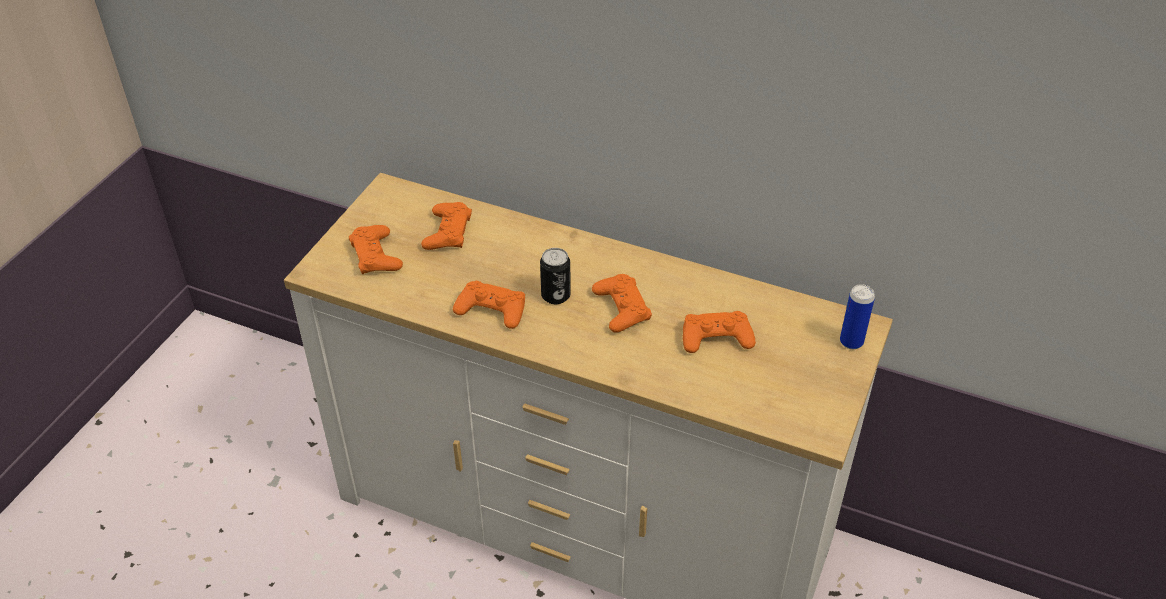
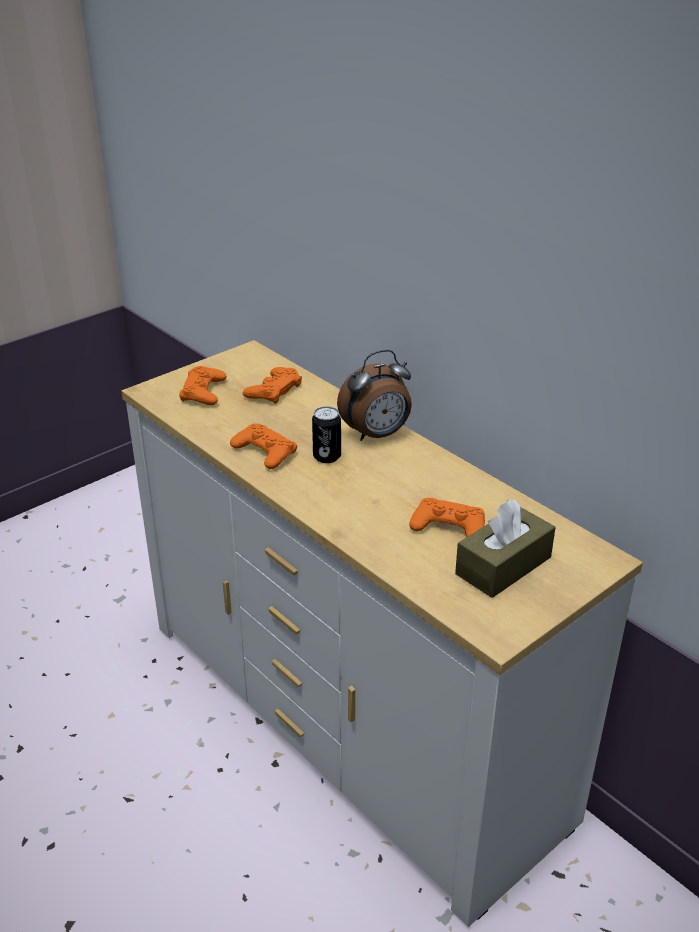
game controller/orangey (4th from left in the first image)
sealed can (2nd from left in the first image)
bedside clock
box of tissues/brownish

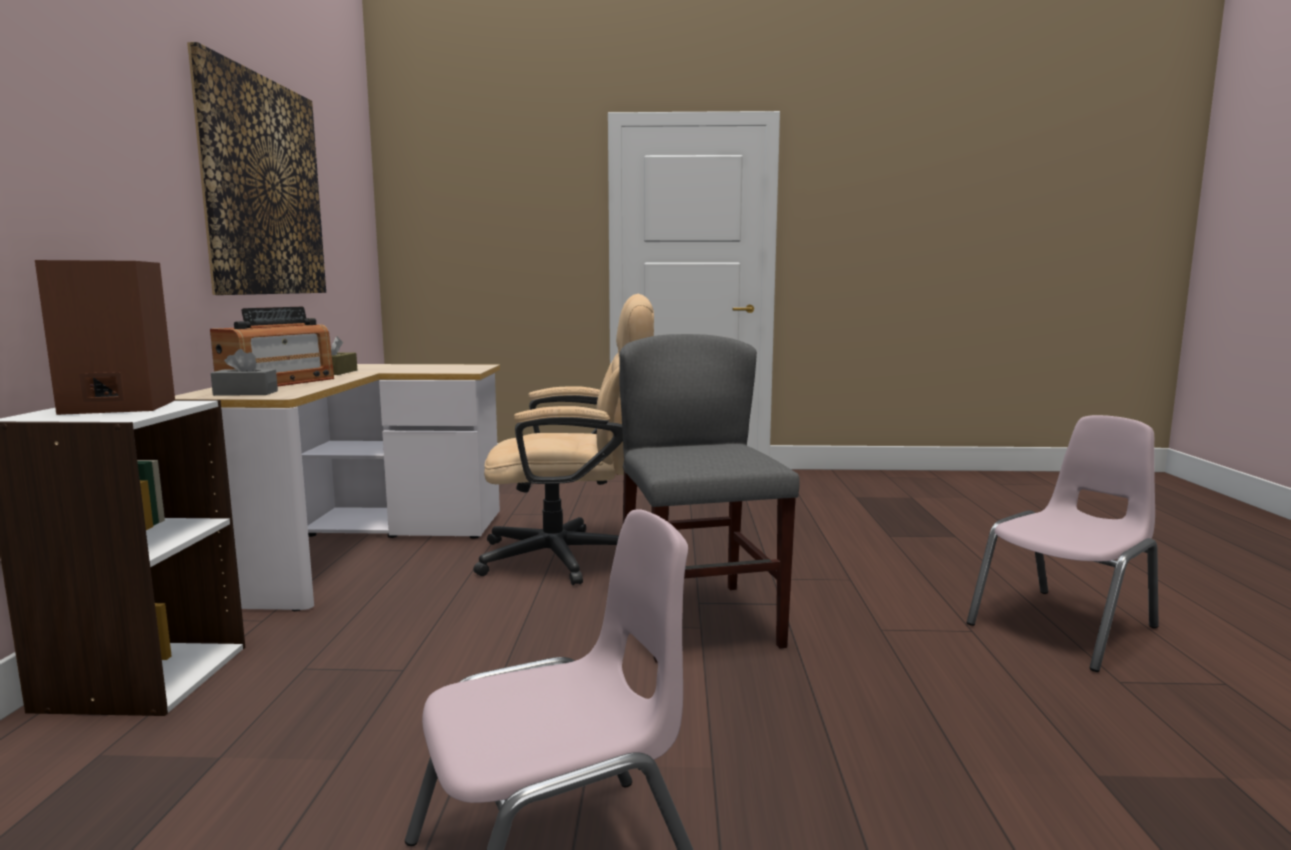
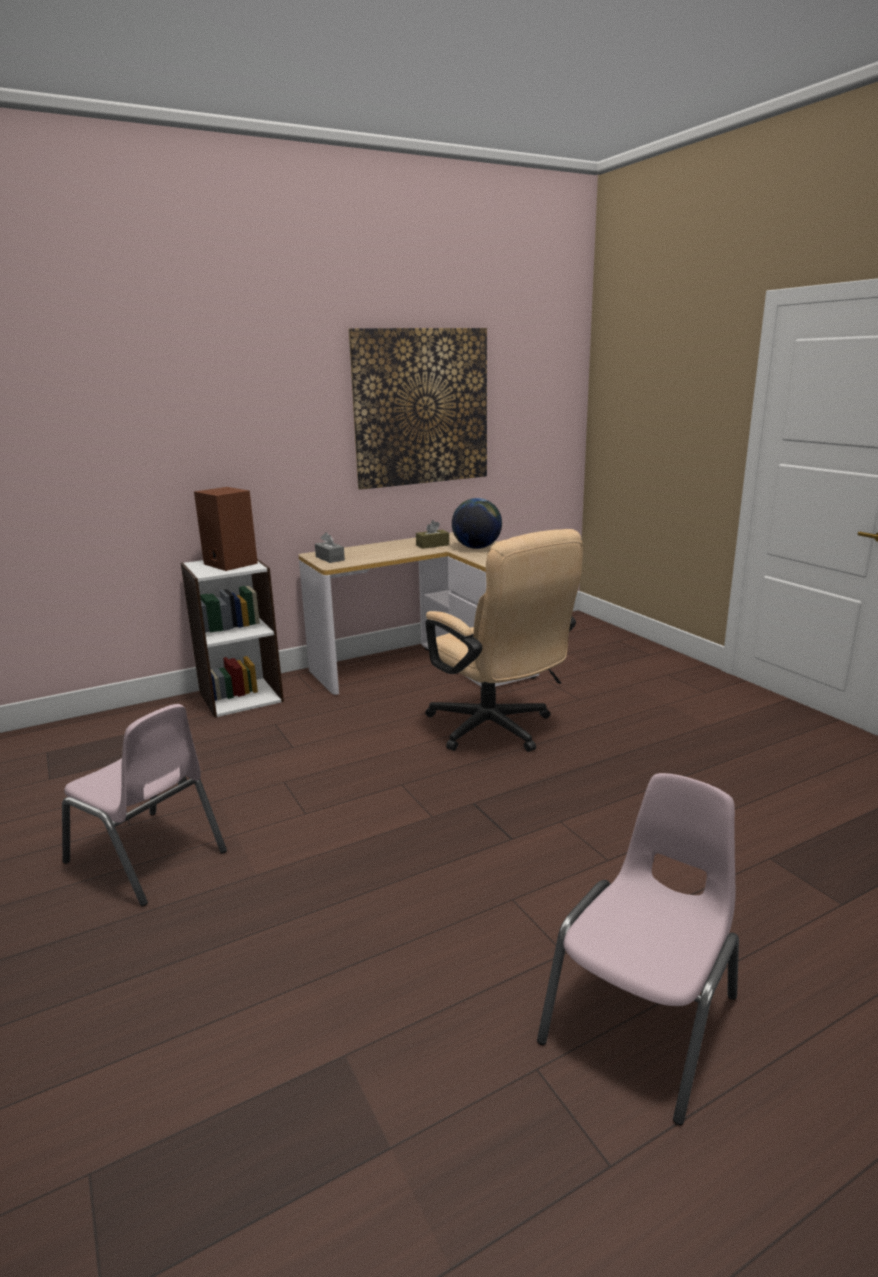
radio
chair/gray
world globe
chair/pinkish (2nd from left)

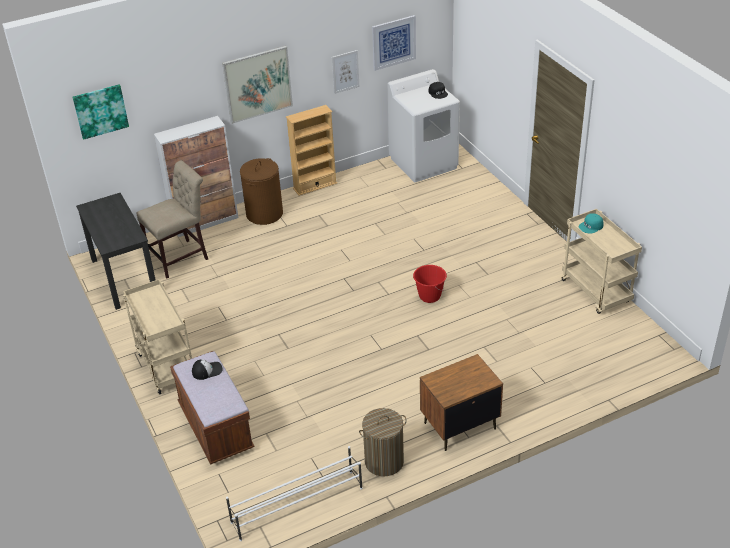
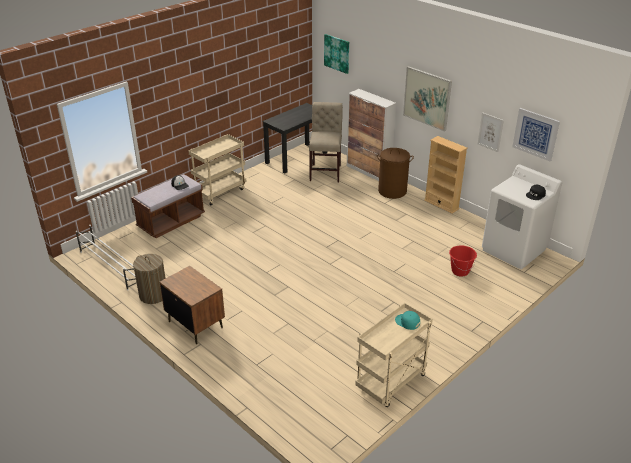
pail/red-coloured
chair/sand-coloured

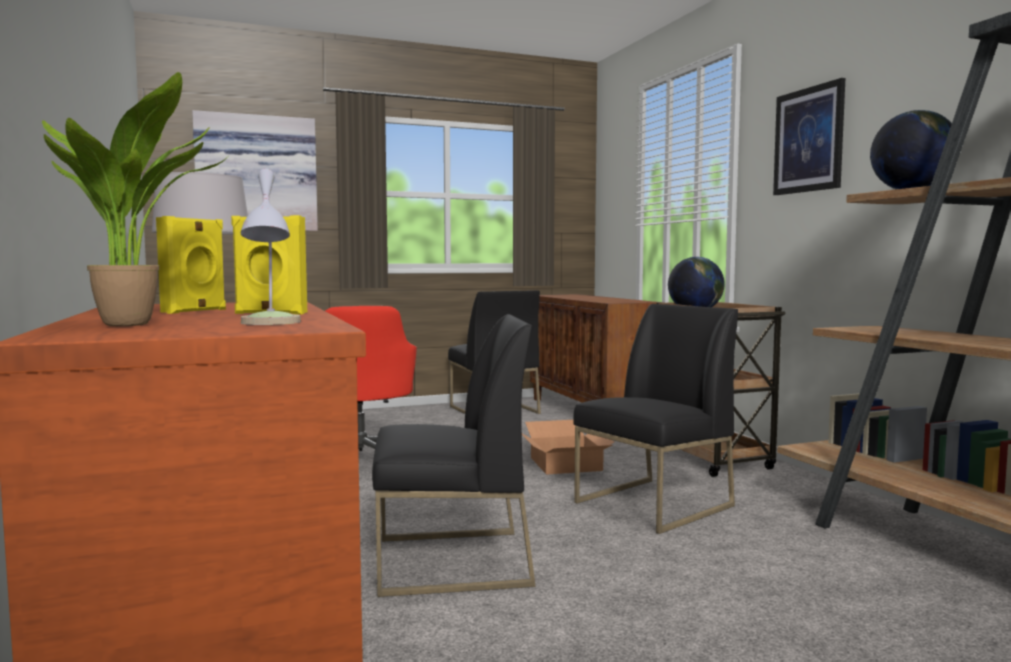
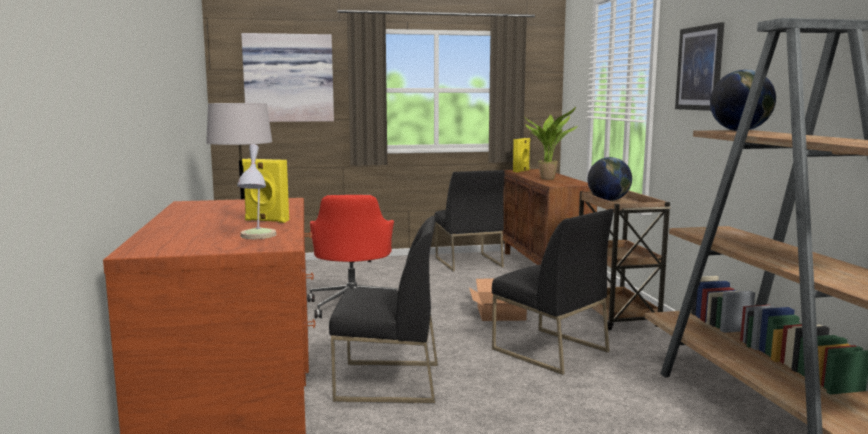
houseplant
audio speaker/yellowish (2nd from left)
chair/black (3rd from left)

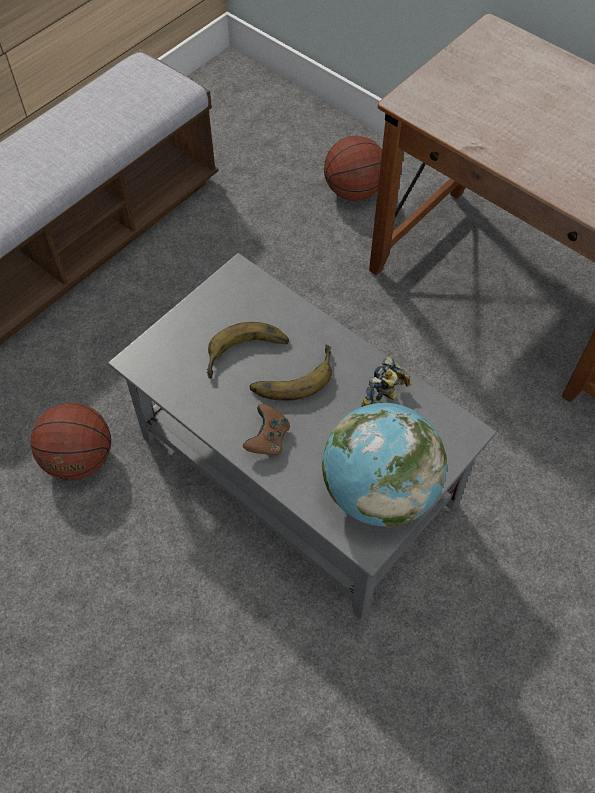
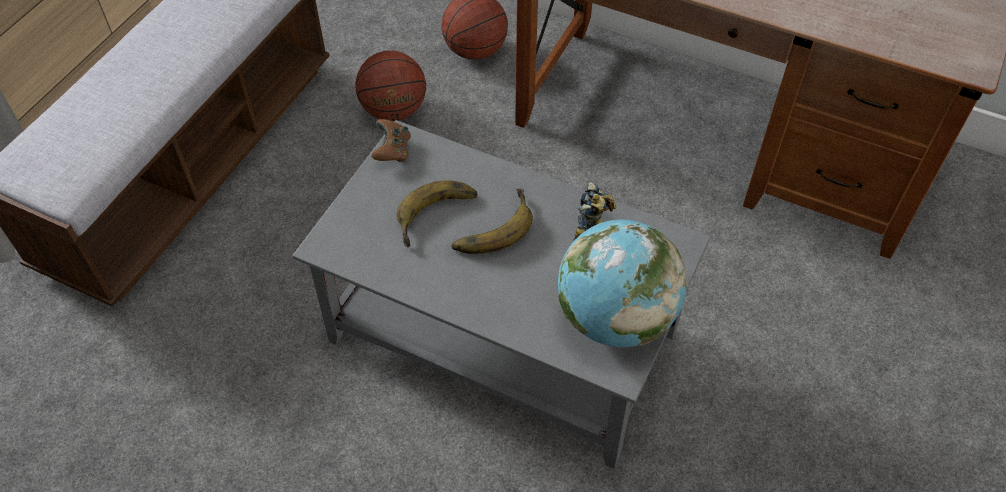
basketball ball (1st from left)
game controller/brownish

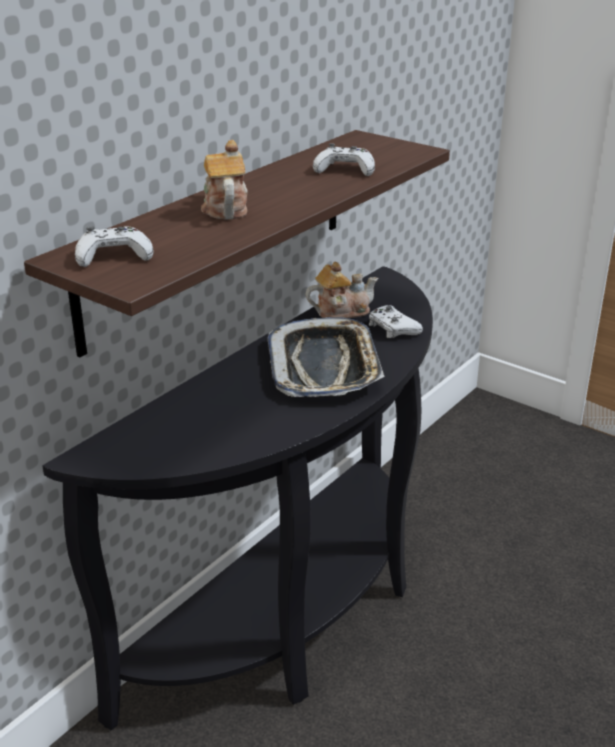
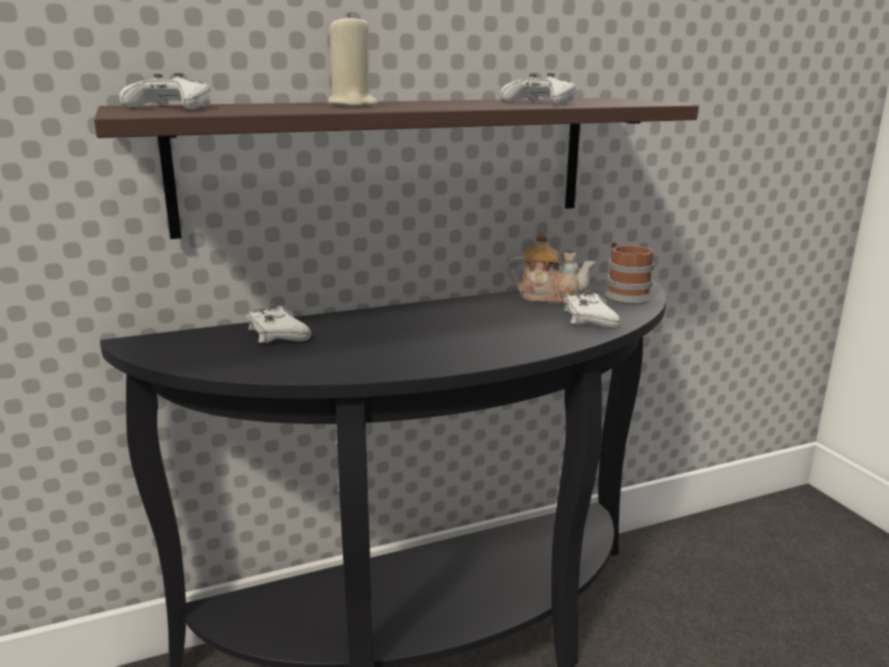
tray
game controller/whitish (2nd from left)
tea mug
wax light/sand-coloured

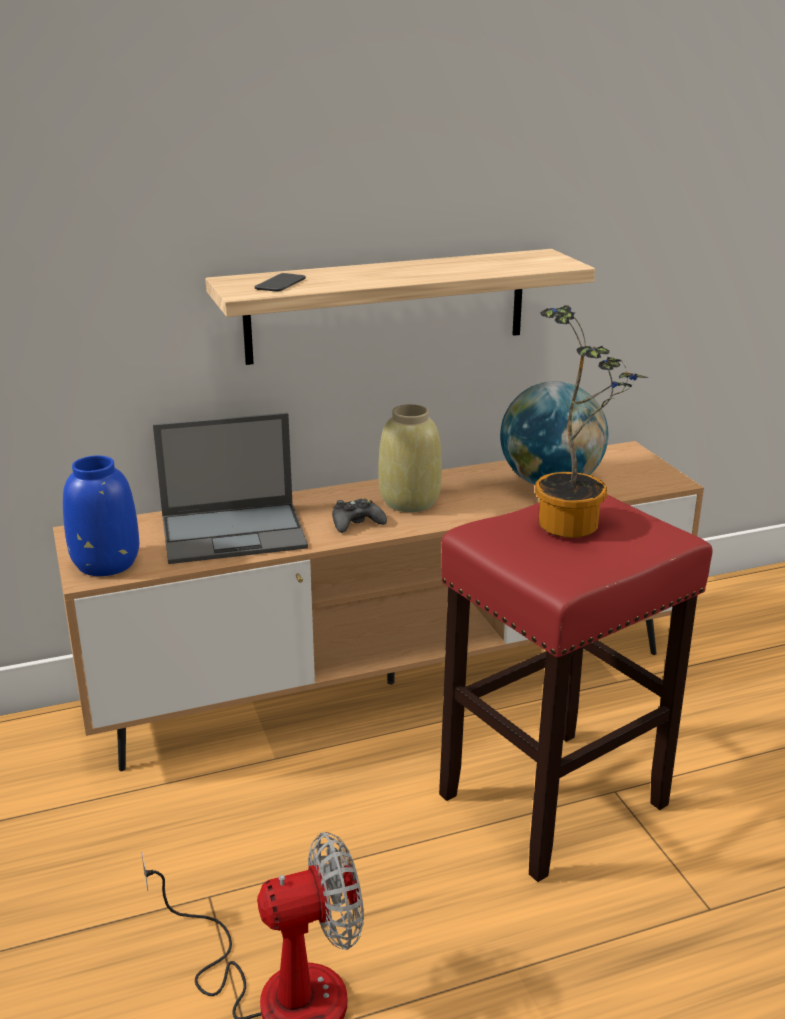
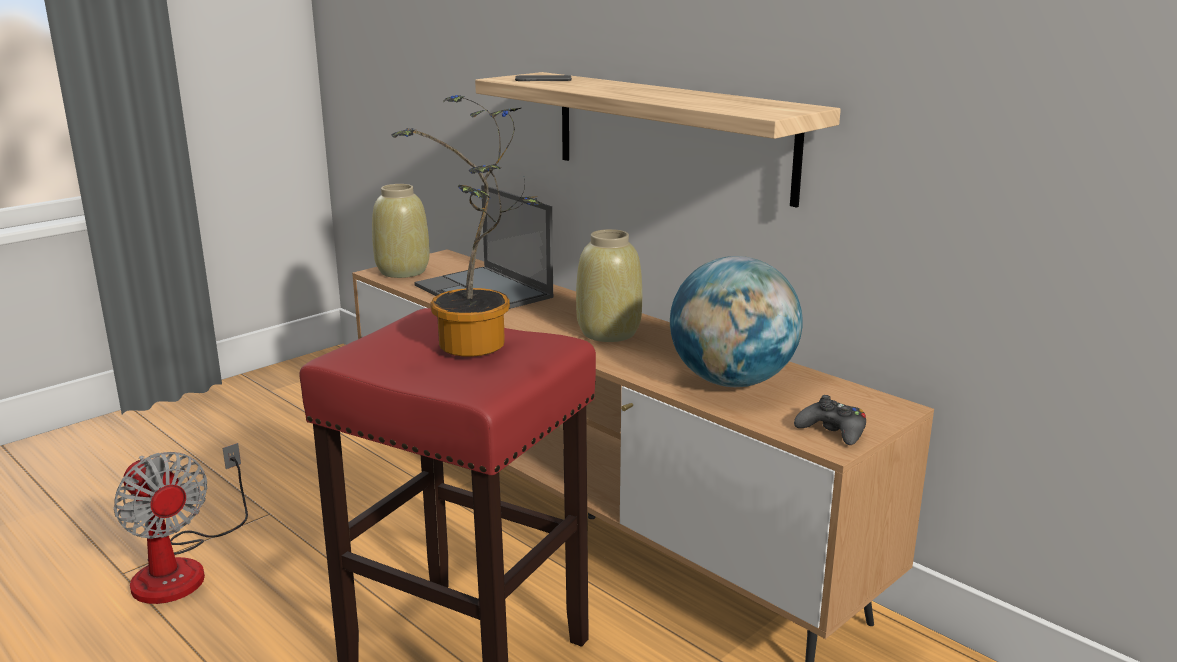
game controller/black
vase/sand-coloured (1st from left)

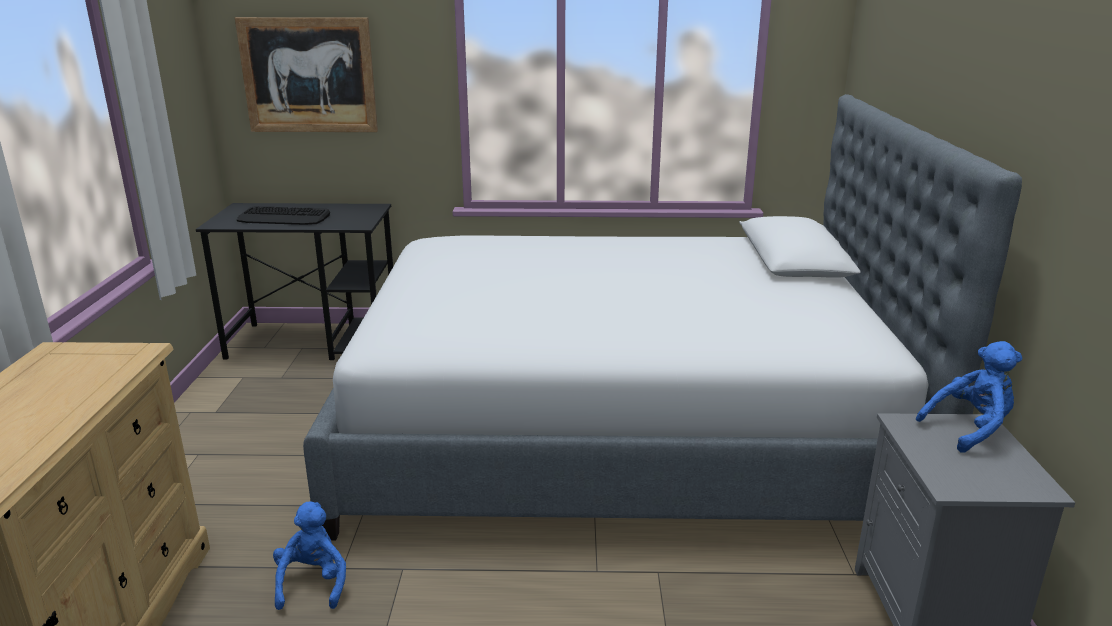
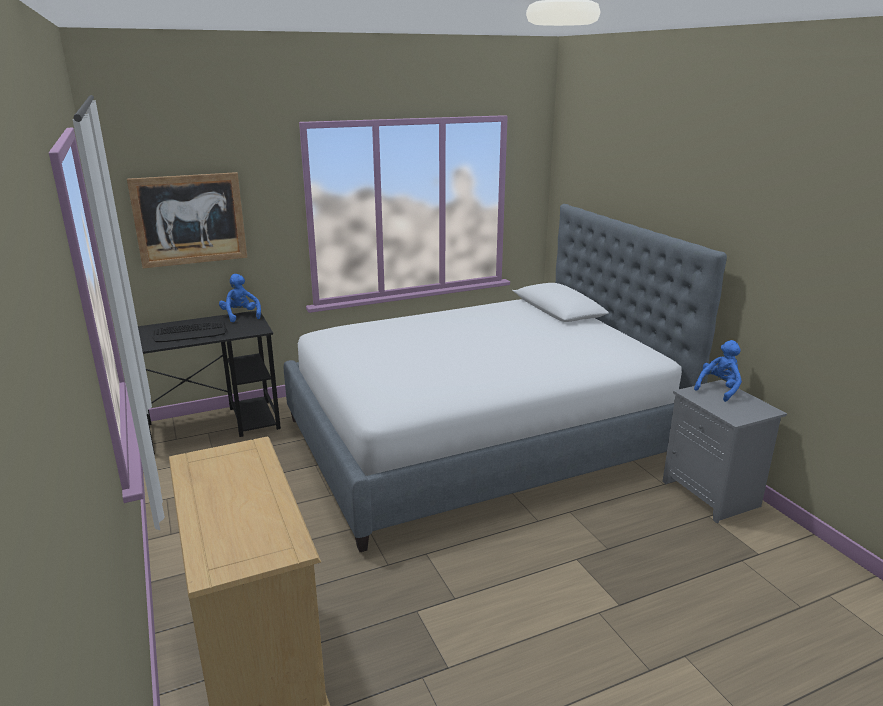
plush toy/blue-coloured (1st from left)

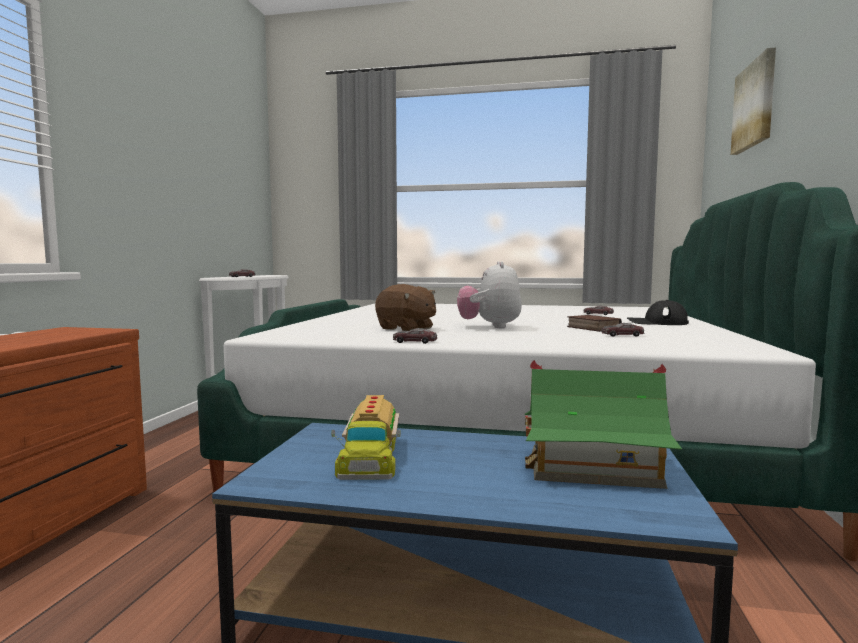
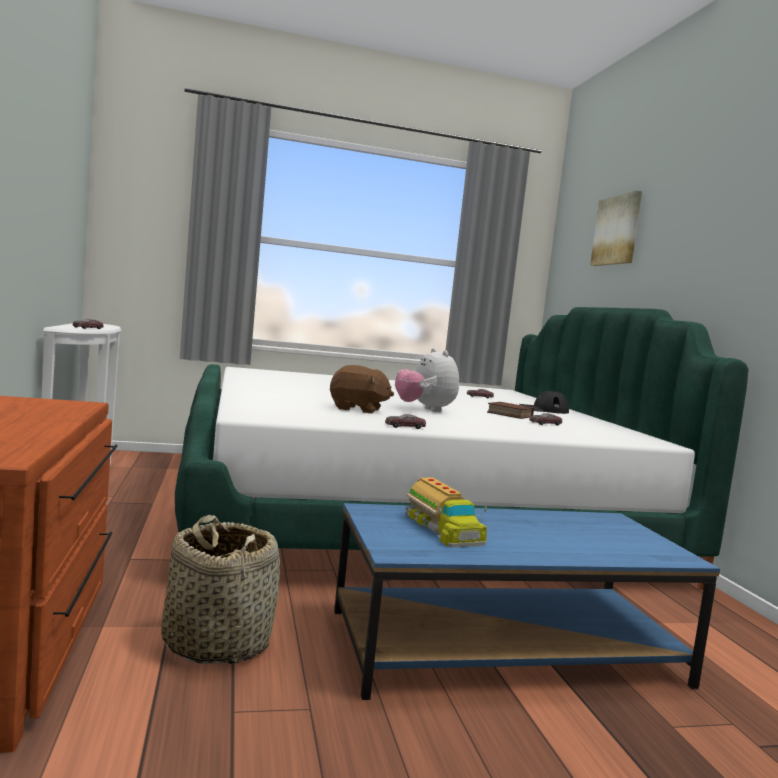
miniature house
basket

